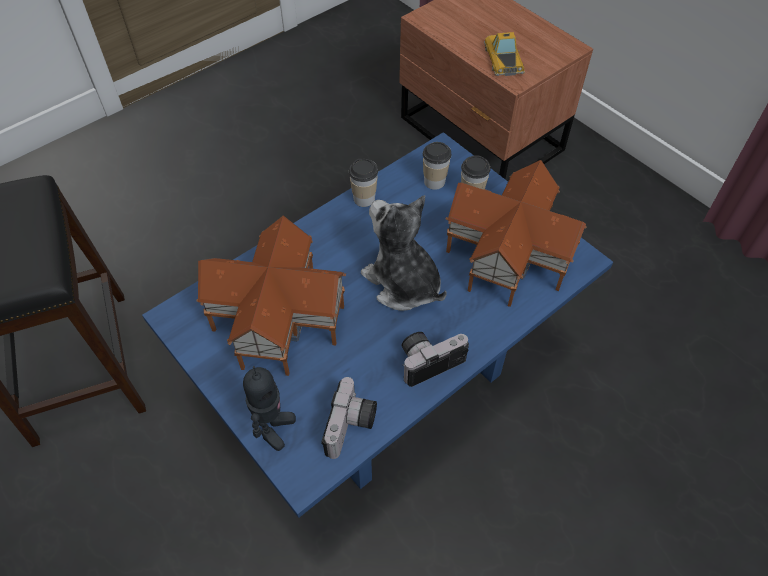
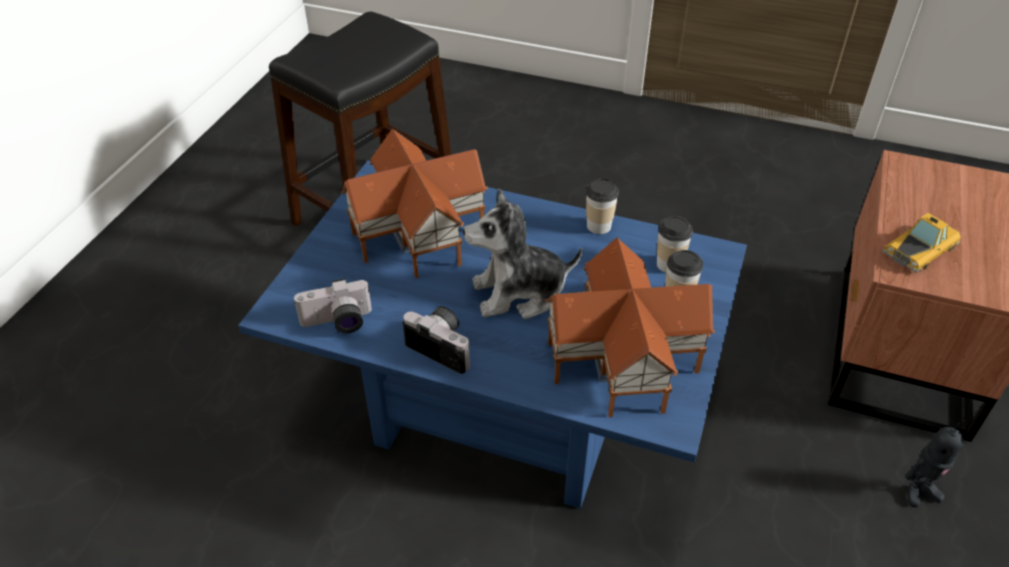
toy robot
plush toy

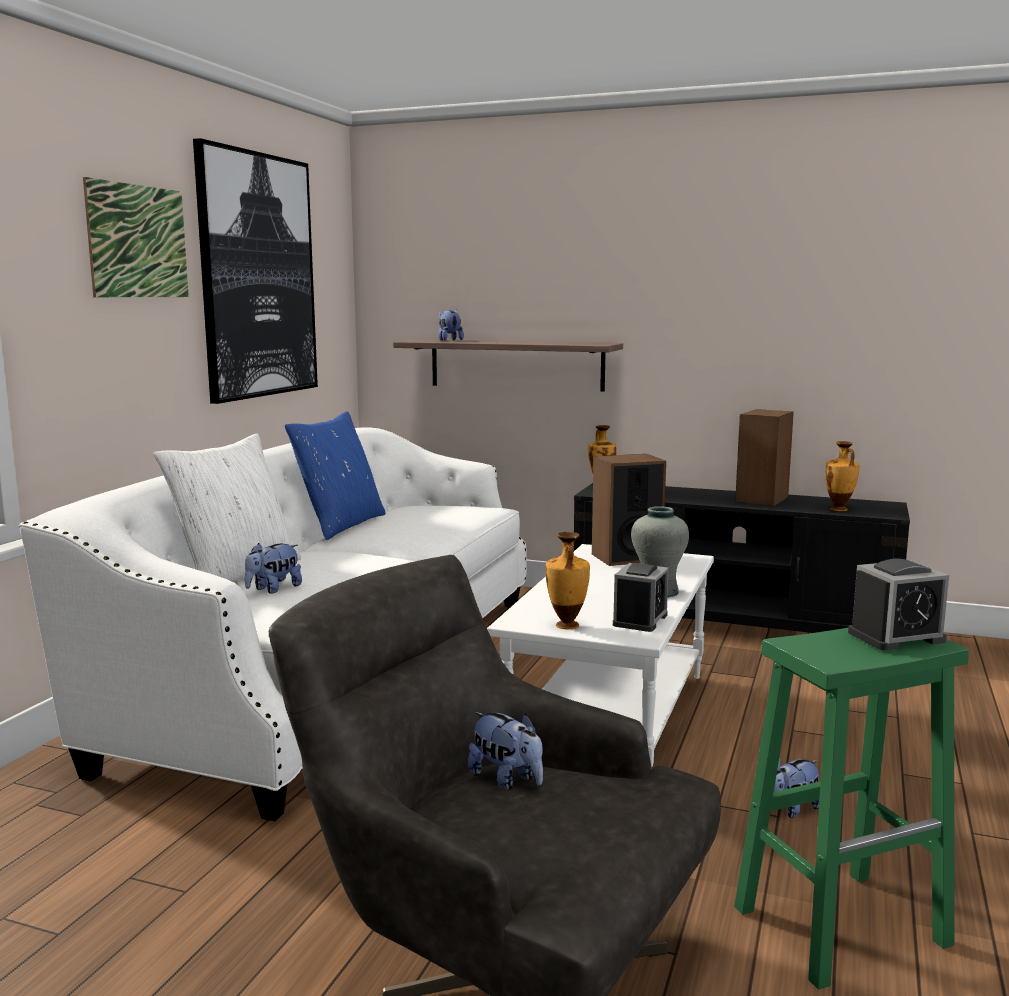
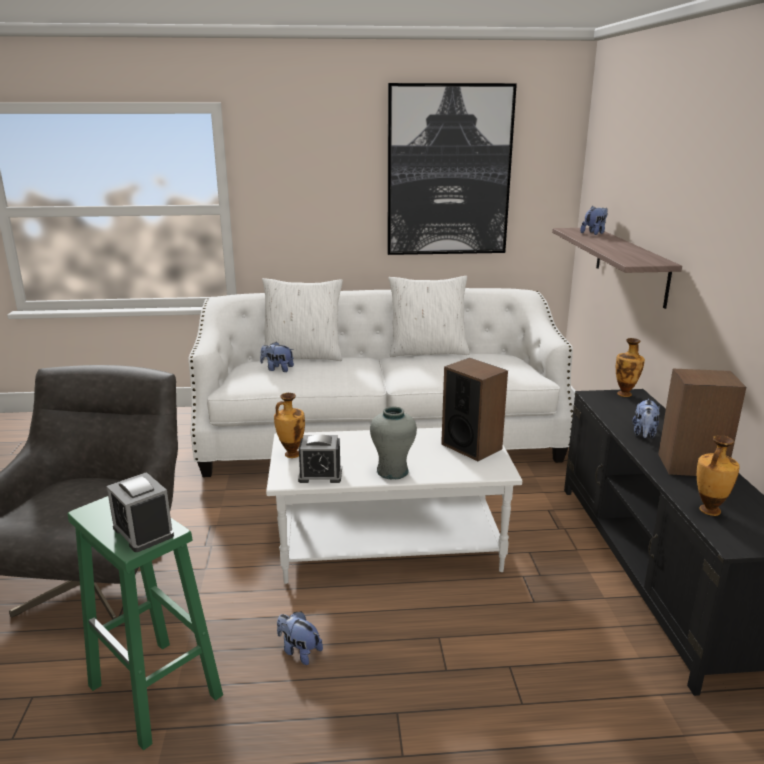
wall art (1st from left in the first image)
plush toy (4th from left)
cushion/whitish (2nd from left)

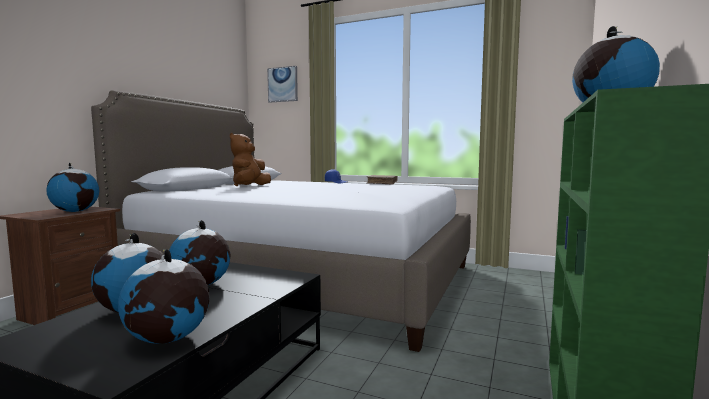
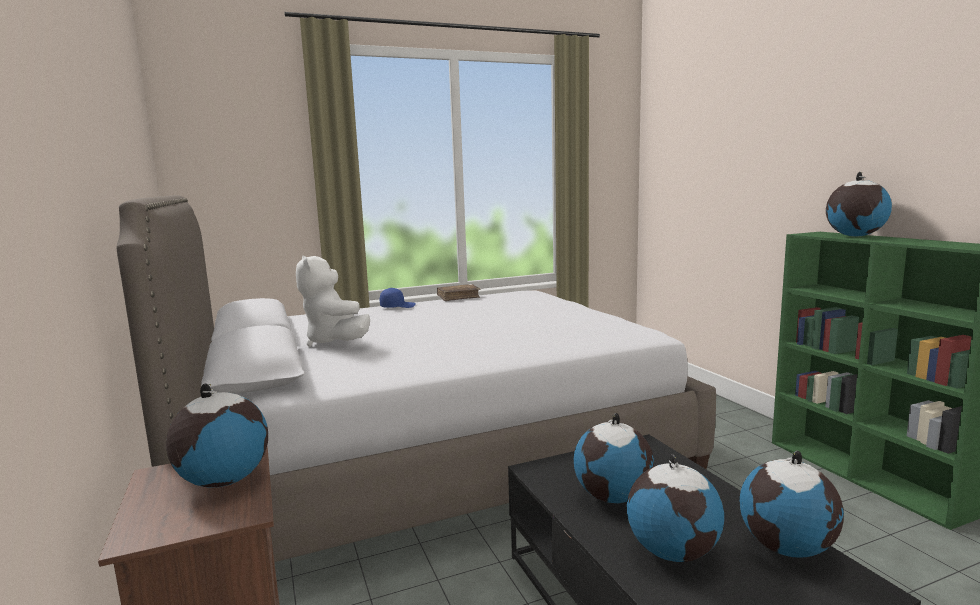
wall art
plush toy/whitish

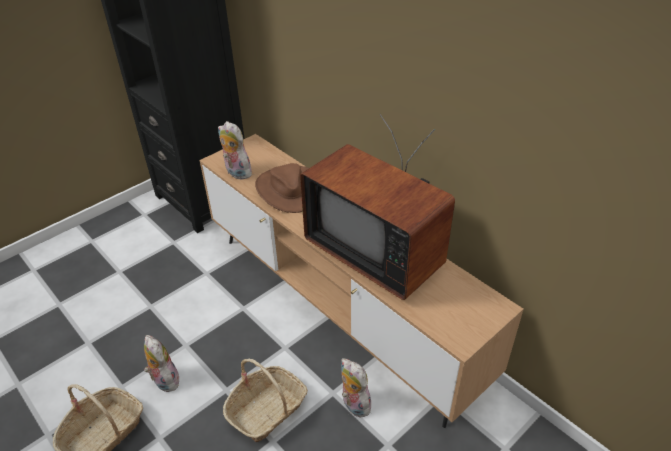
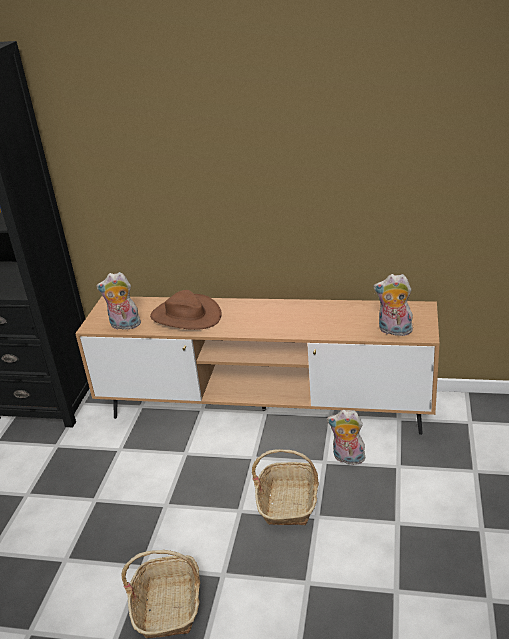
TV set
plush toy (3rd from left)

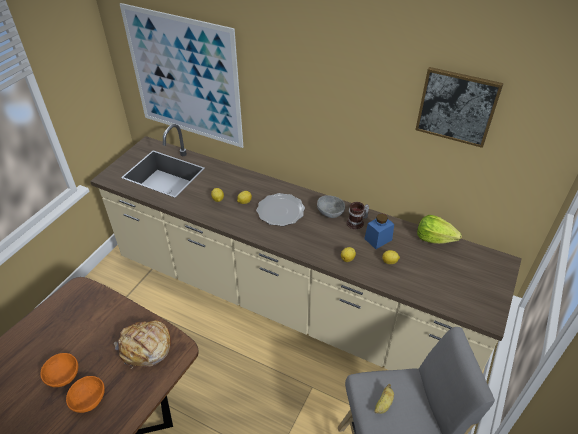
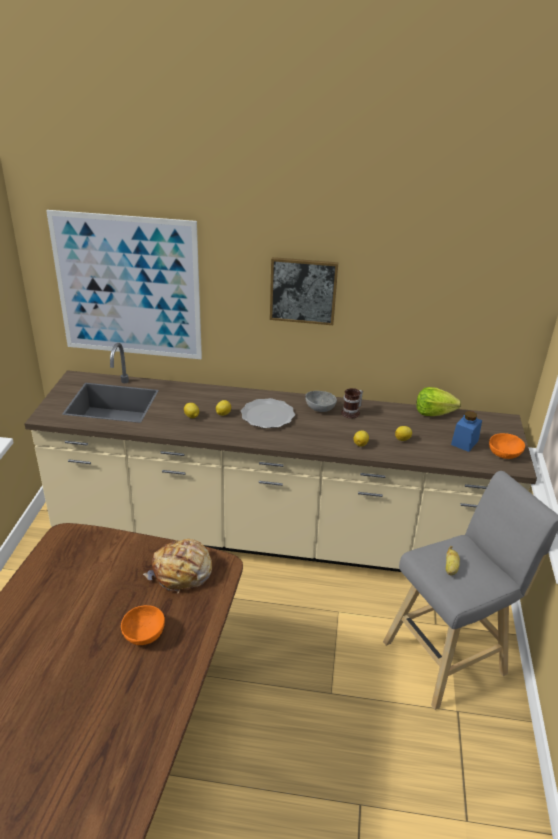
serving bowl/orangey (2nd from left)
preserve jar/blue-coloured
wall art (2nd from left)

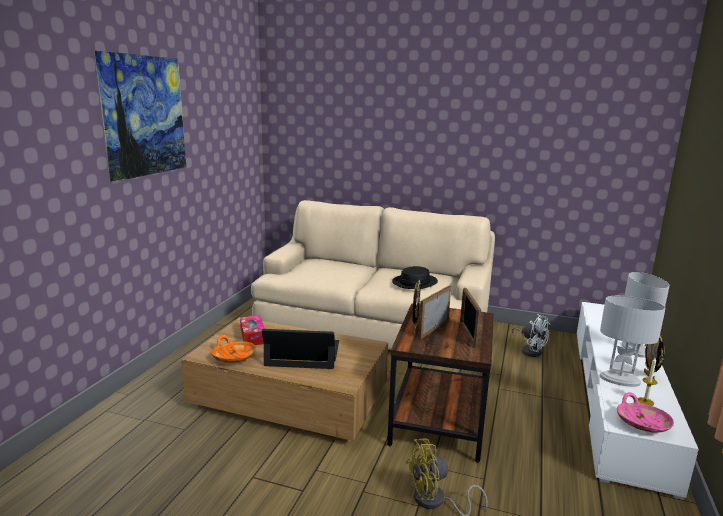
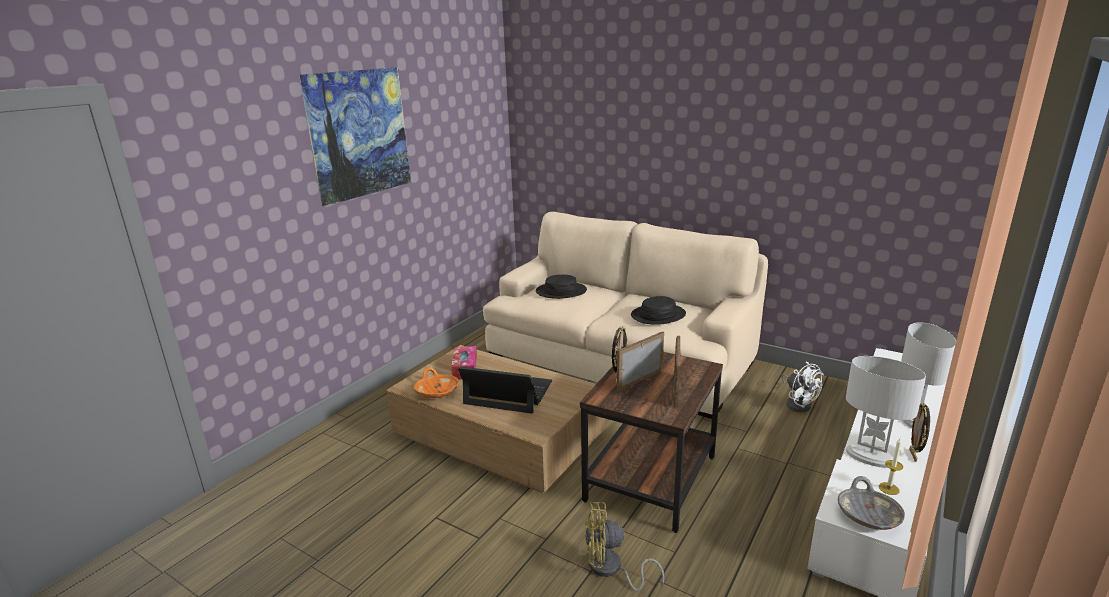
hat/black (1st from left)
serving bowl/gray

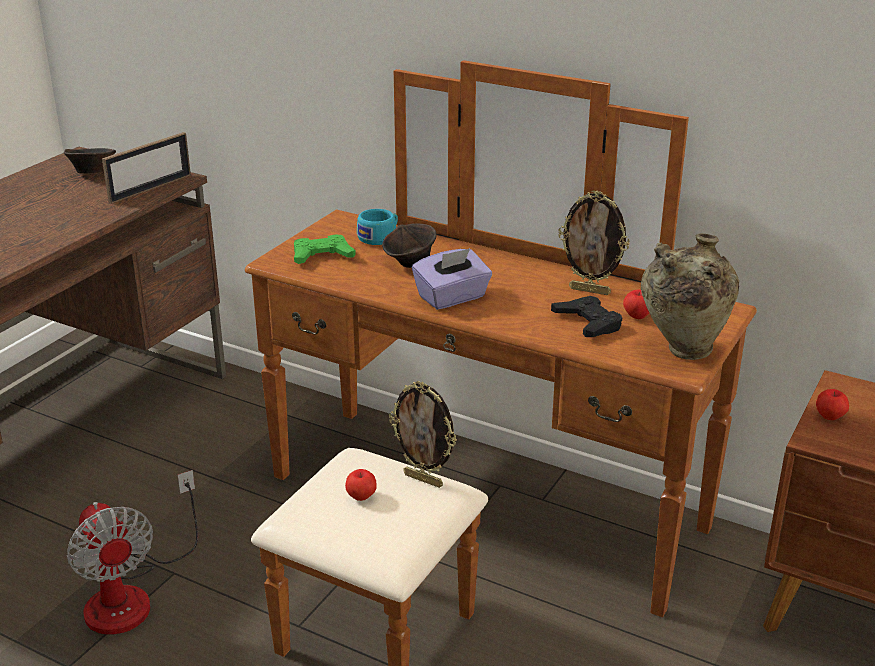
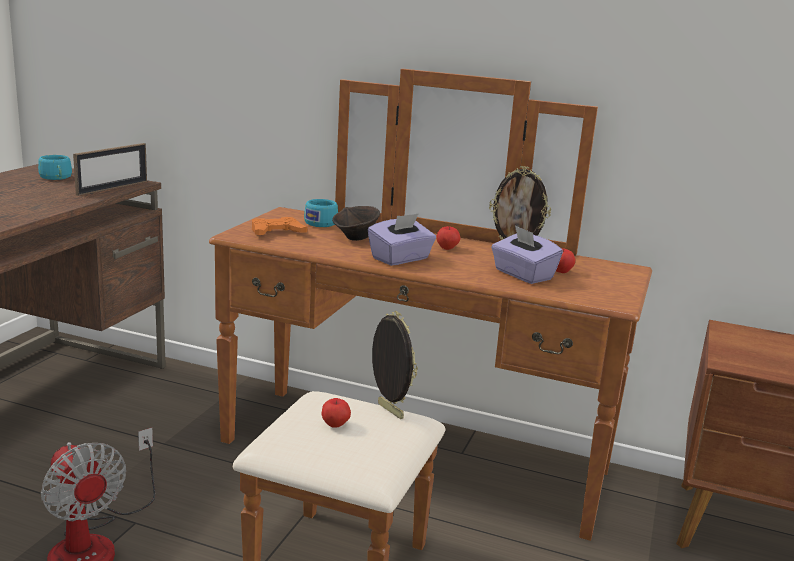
vase/sand-coloured
whole apple (2nd from left)
small cup/turquoise-coloured (1st from left)
box of tissues/purplish (2nd from left)
game controller/orangey
photo frame (2nd from left)

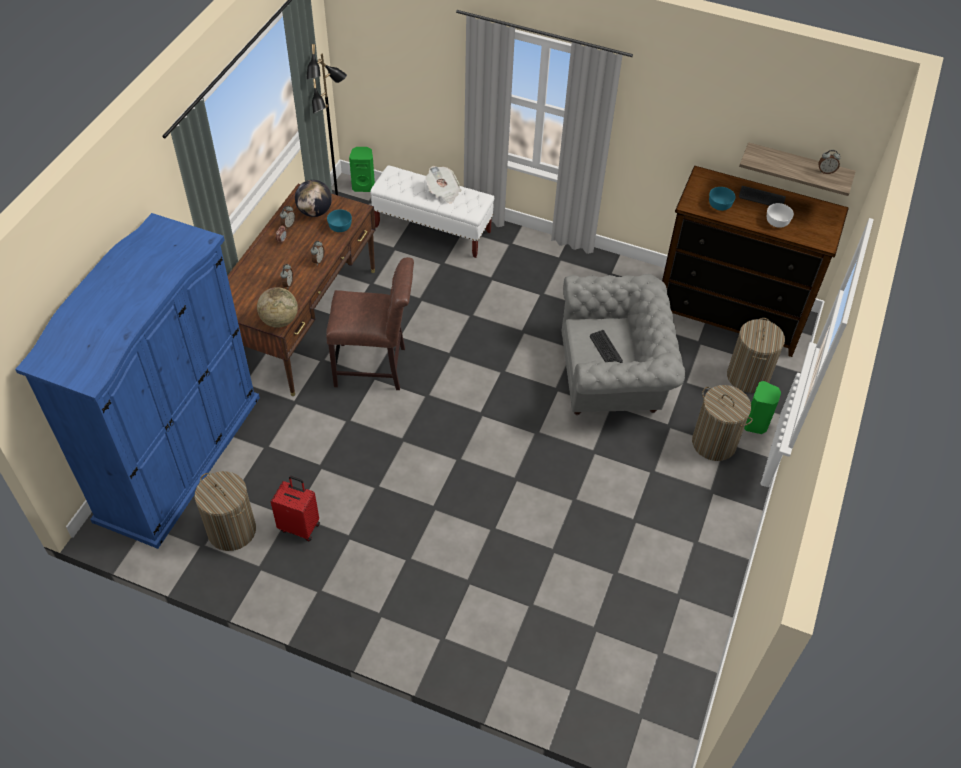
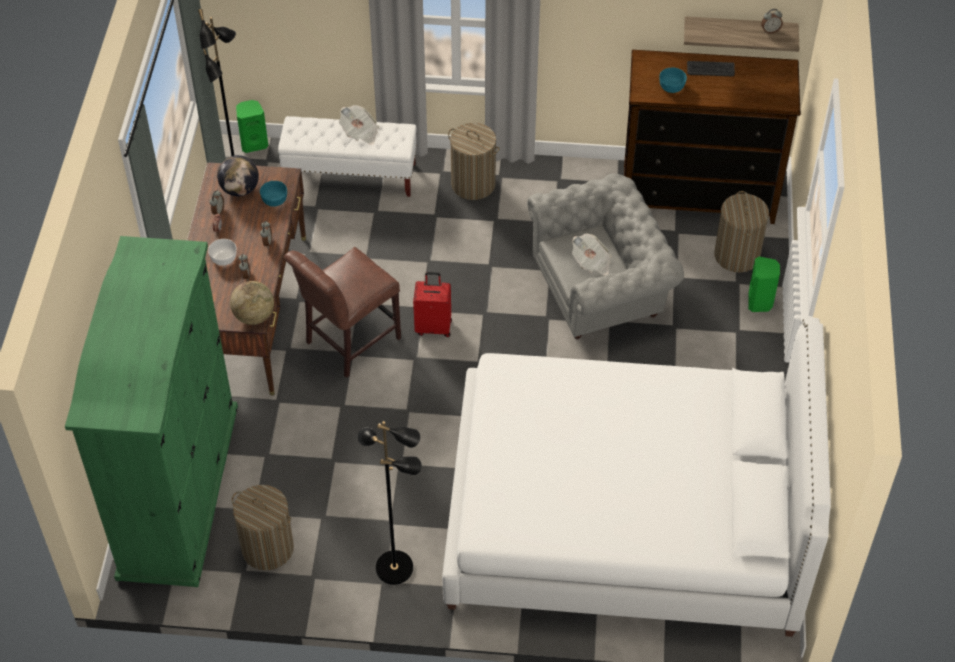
standing lamp/black (2nd from left)
sleeping bed/whitish
piece of luggage/red-coloured
washing basket (2nd from left)
serving bowl/whitish
printed paper (2nd from left)
armoire/green
chair/brownish

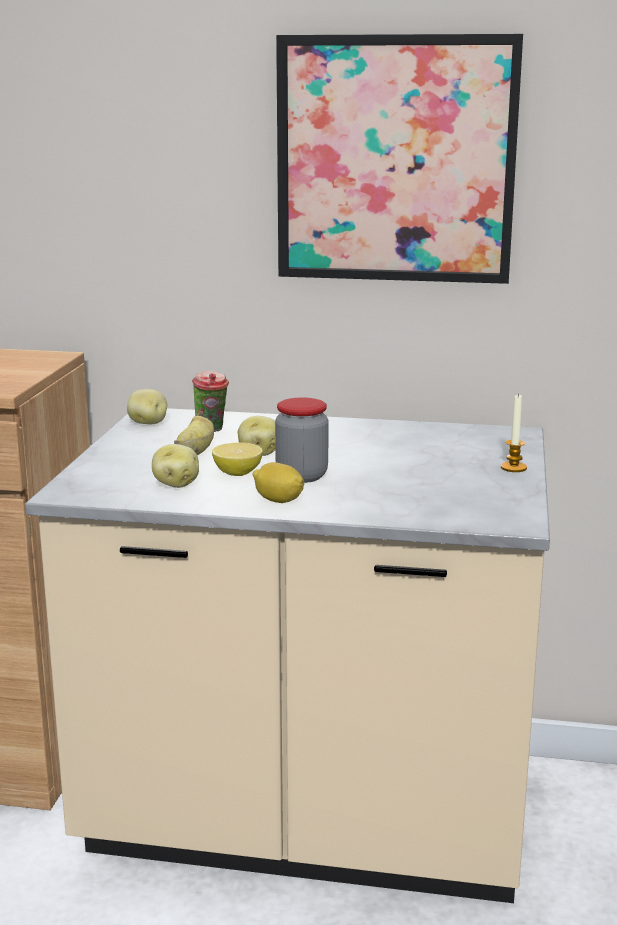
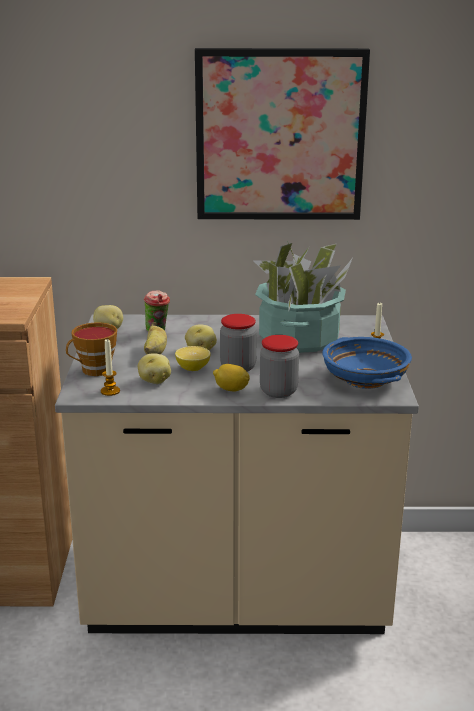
small cup (1st from left)
wax light (1st from left)
houseplant
preserve jar (2nd from left)
serving bowl/blue-coloured

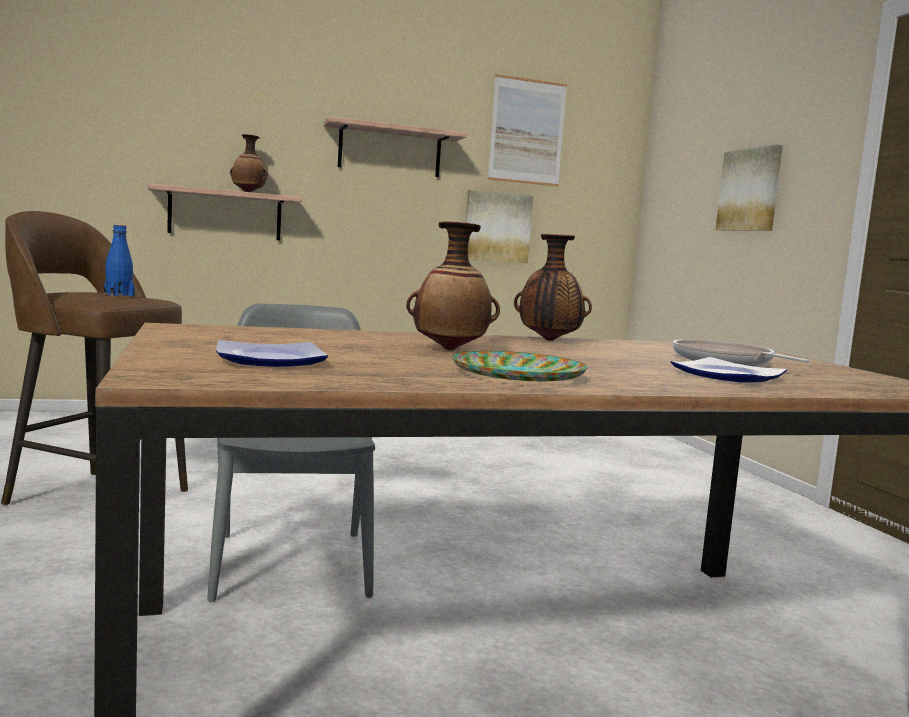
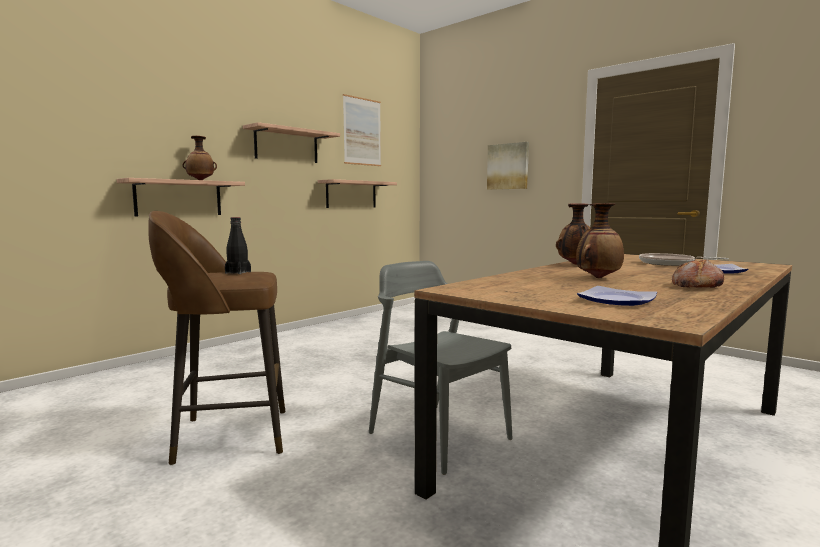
bakery bread
bracket shelf (3rd from left)
beverage bottle/black

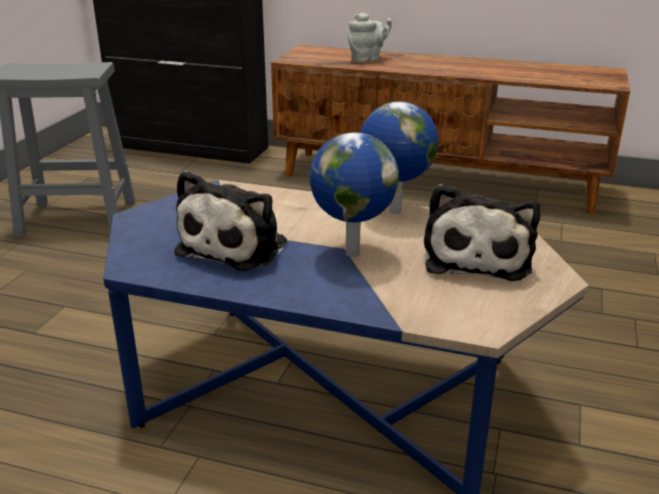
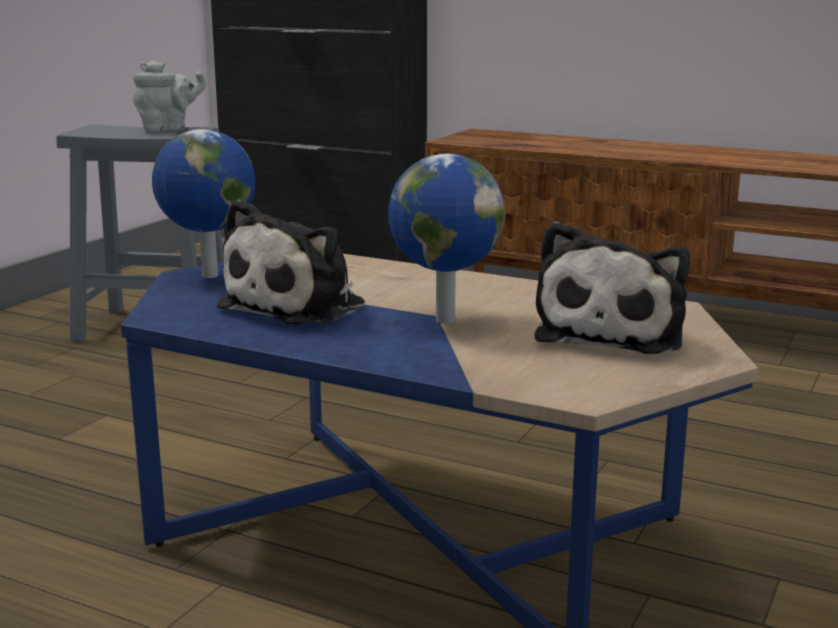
tea pot/gray
world globe (1st from left)

